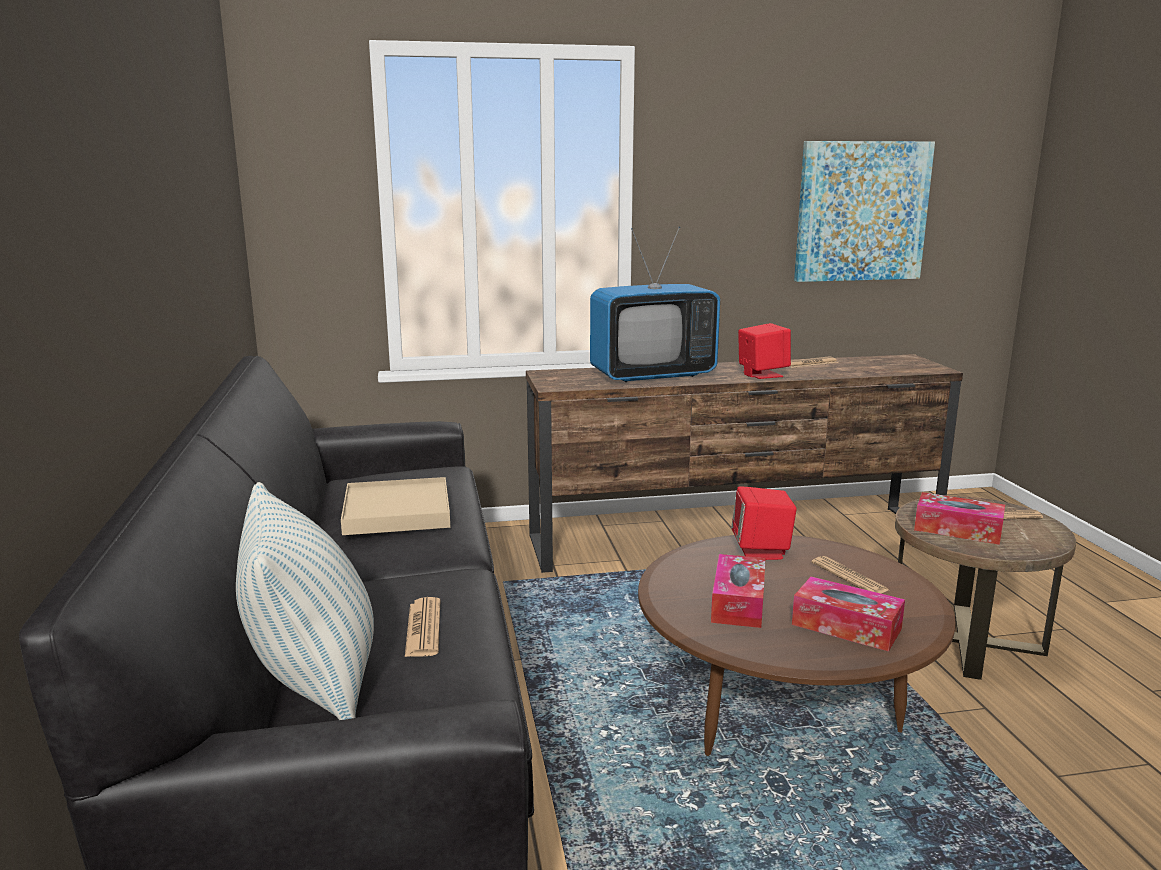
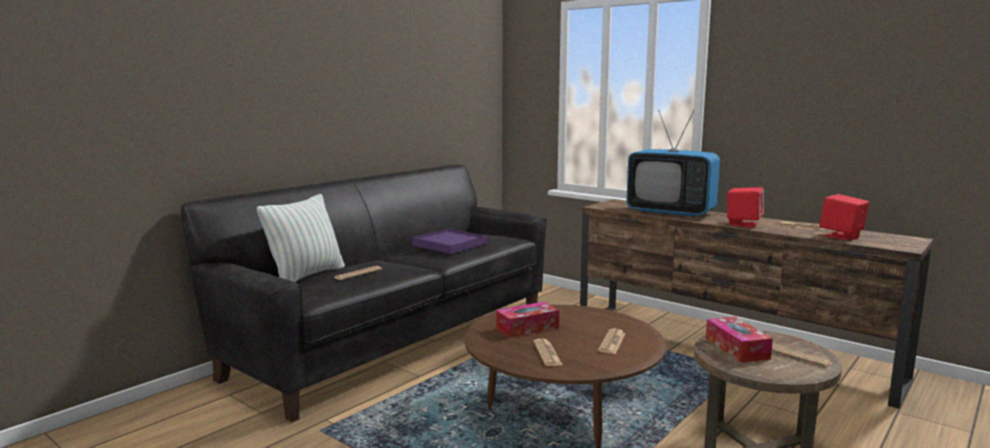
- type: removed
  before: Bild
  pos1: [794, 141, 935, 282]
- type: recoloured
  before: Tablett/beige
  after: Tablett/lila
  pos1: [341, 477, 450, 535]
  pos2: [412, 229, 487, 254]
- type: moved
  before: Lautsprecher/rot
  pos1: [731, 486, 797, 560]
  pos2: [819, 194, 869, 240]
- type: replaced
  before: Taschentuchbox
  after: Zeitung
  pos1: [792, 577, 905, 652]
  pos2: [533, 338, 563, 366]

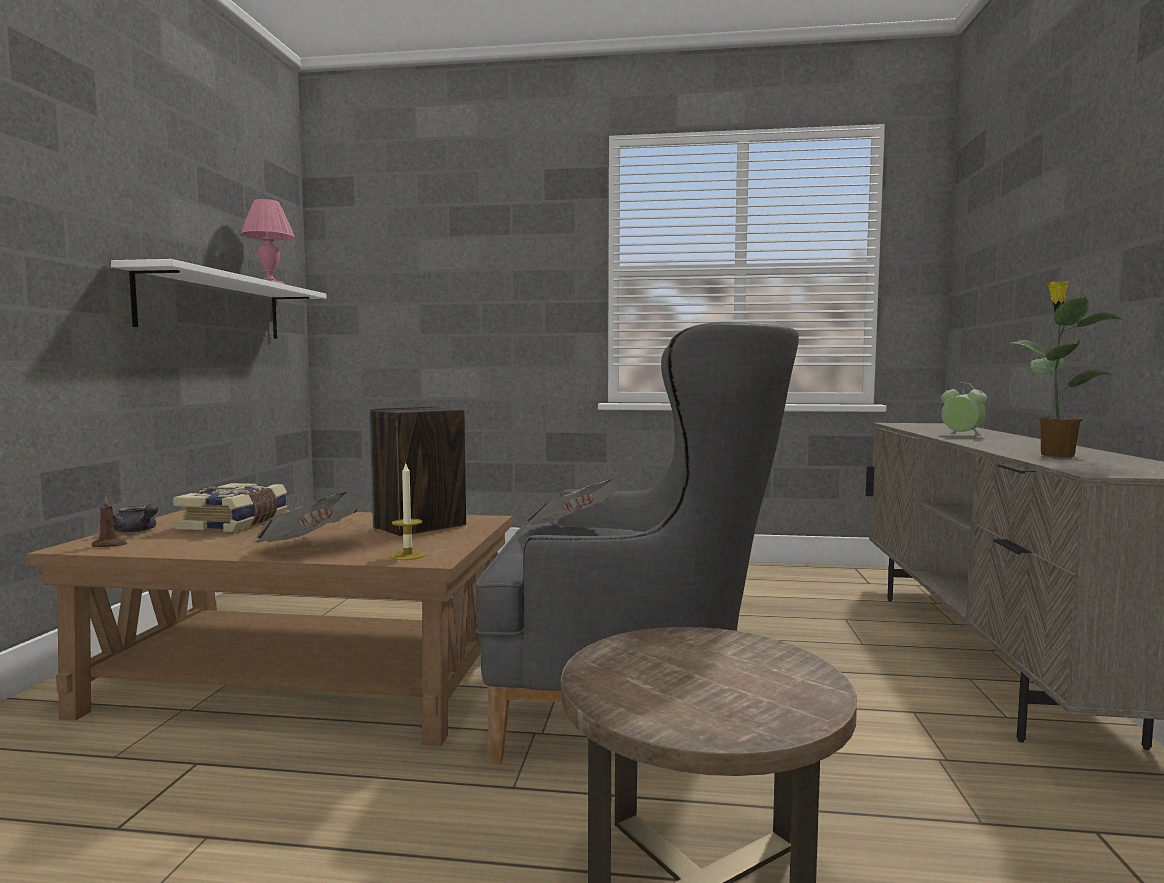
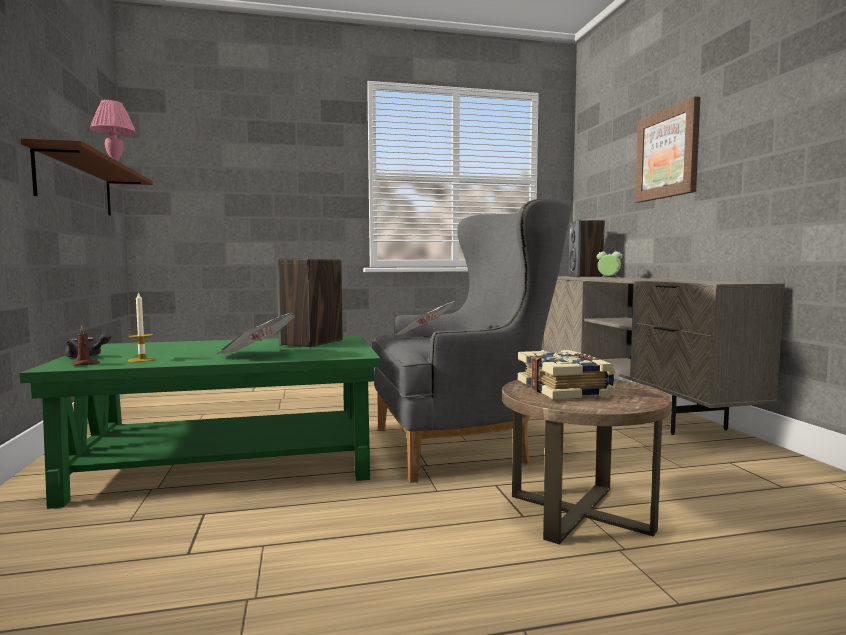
- type: recoloured
  before: Wandregal/weiß
  after: Wandregal/braun
  pos1: [111, 259, 327, 339]
  pos2: [20, 138, 153, 216]
- type: removed
  before: Topfpflanze
  pos1: [1011, 281, 1123, 457]
- type: moved
  before: Kerze
  pos1: [390, 464, 426, 560]
  pos2: [128, 292, 156, 362]
- type: moved
  before: Buch
  pos1: [173, 483, 288, 532]
  pos2: [518, 350, 615, 400]
- type: recoloured
  before: Couchtisch/braun
  after: Couchtisch/grün
  pos1: [27, 509, 512, 746]
  pos2: [19, 336, 381, 509]
- type: added
  after: Bild
  pos2: [635, 96, 700, 203]
- type: added
  after: Lautsprecher
  pos2: [568, 220, 605, 277]

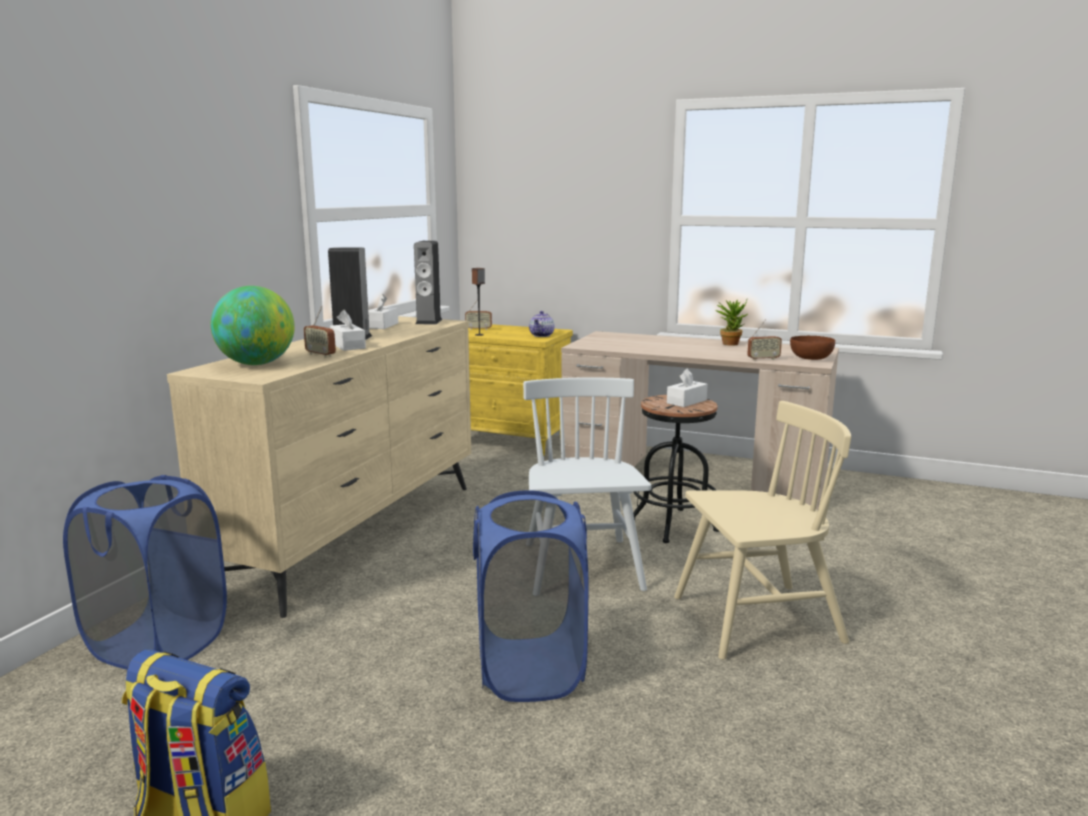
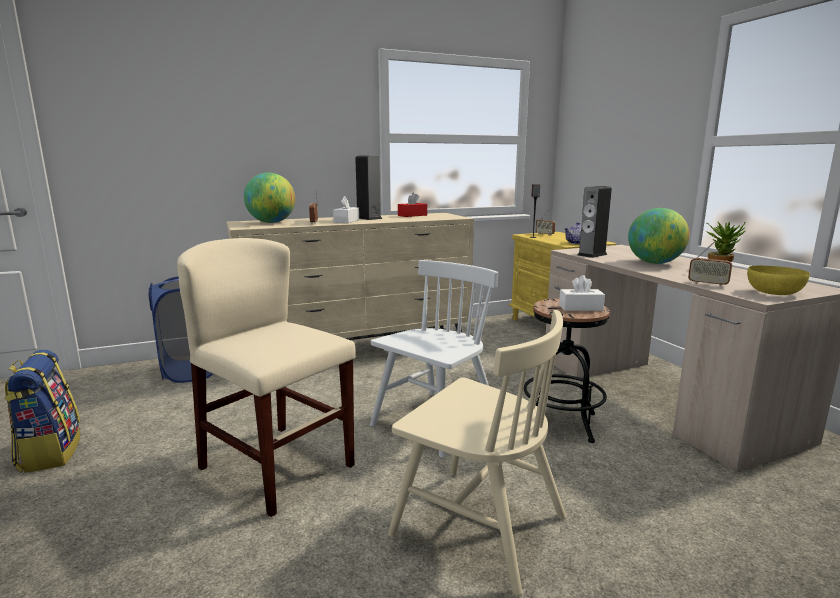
- type: moved
  before: Lautsprecher
  pos1: [414, 241, 442, 325]
  pos2: [578, 186, 612, 258]
- type: recoloured
  before: Taschentuchbox/weiß
  after: Taschentuchbox/rot
  pos1: [368, 294, 398, 329]
  pos2: [398, 193, 427, 217]
- type: recoloured
  before: Schüssel/braun
  after: Schüssel/gelb
  pos1: [790, 336, 835, 360]
  pos2: [747, 265, 810, 295]
- type: replaced
  before: Wäschekorb/blau
  after: Stuhl/beige
  pos1: [473, 490, 589, 702]
  pos2: [177, 238, 356, 517]
- type: added
  after: Globus
  pos2: [628, 208, 690, 264]

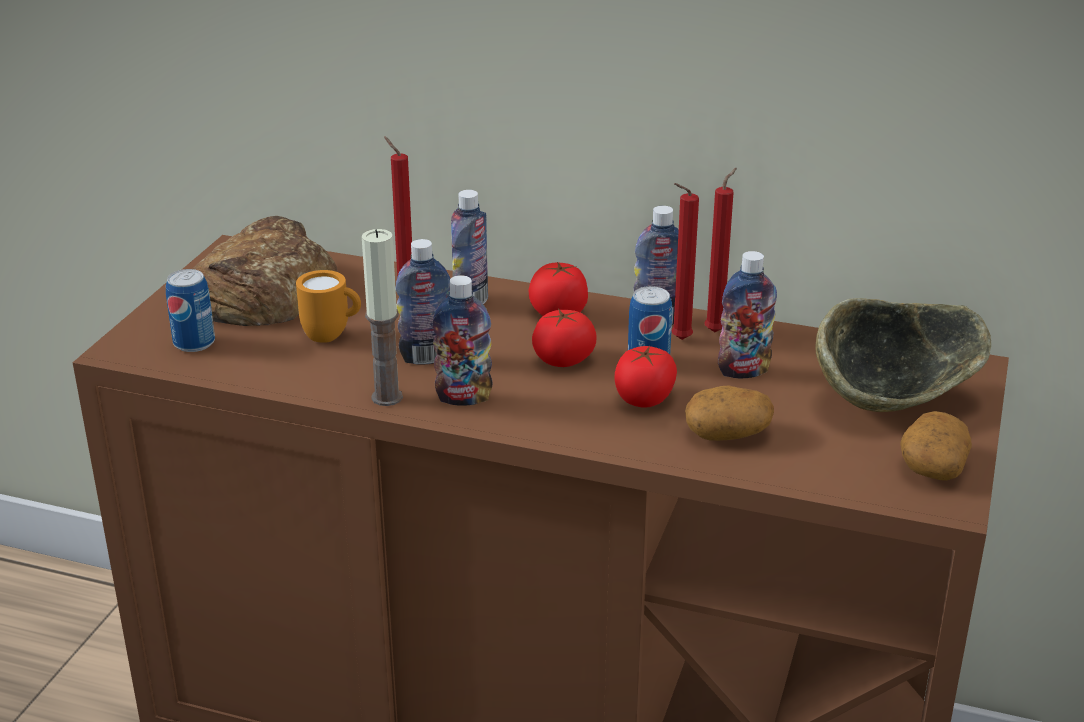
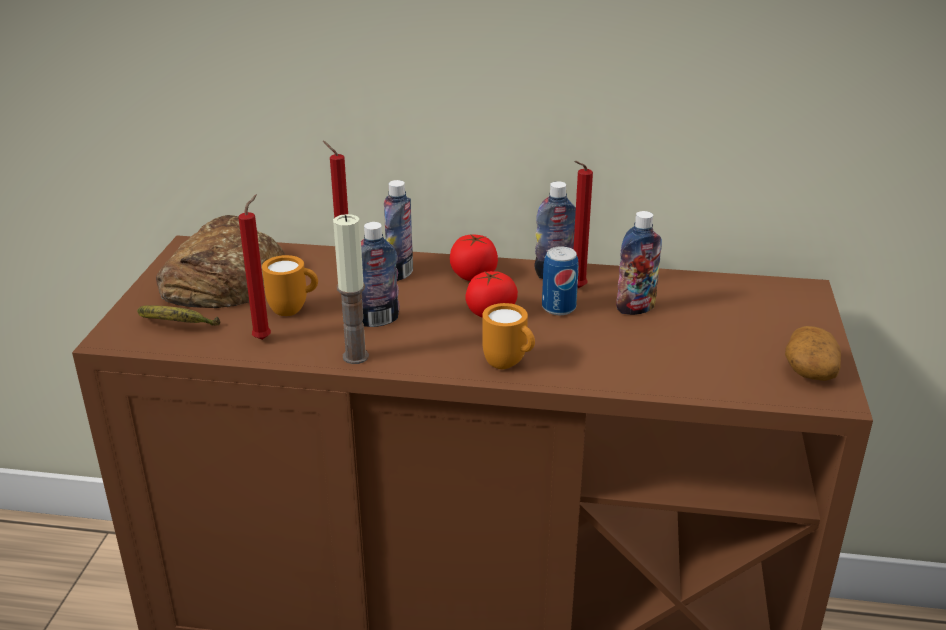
- type: moved
  before: Kerze/rot
  pos1: [705, 168, 737, 332]
  pos2: [238, 195, 271, 340]
- type: replaced
  before: Dose
  after: Banane
  pos1: [166, 269, 215, 352]
  pos2: [137, 305, 220, 326]
- type: removed
  before: Flasche
  pos1: [432, 275, 492, 406]
- type: removed
  before: Schüssel
  pos1: [815, 298, 991, 412]
- type: removed
  before: Tomate
  pos1: [615, 346, 677, 408]
- type: removed
  before: Kartoffel
  pos1: [685, 385, 774, 441]
- type: added
  after: Henkelbecher/orange
  pos2: [482, 303, 535, 369]

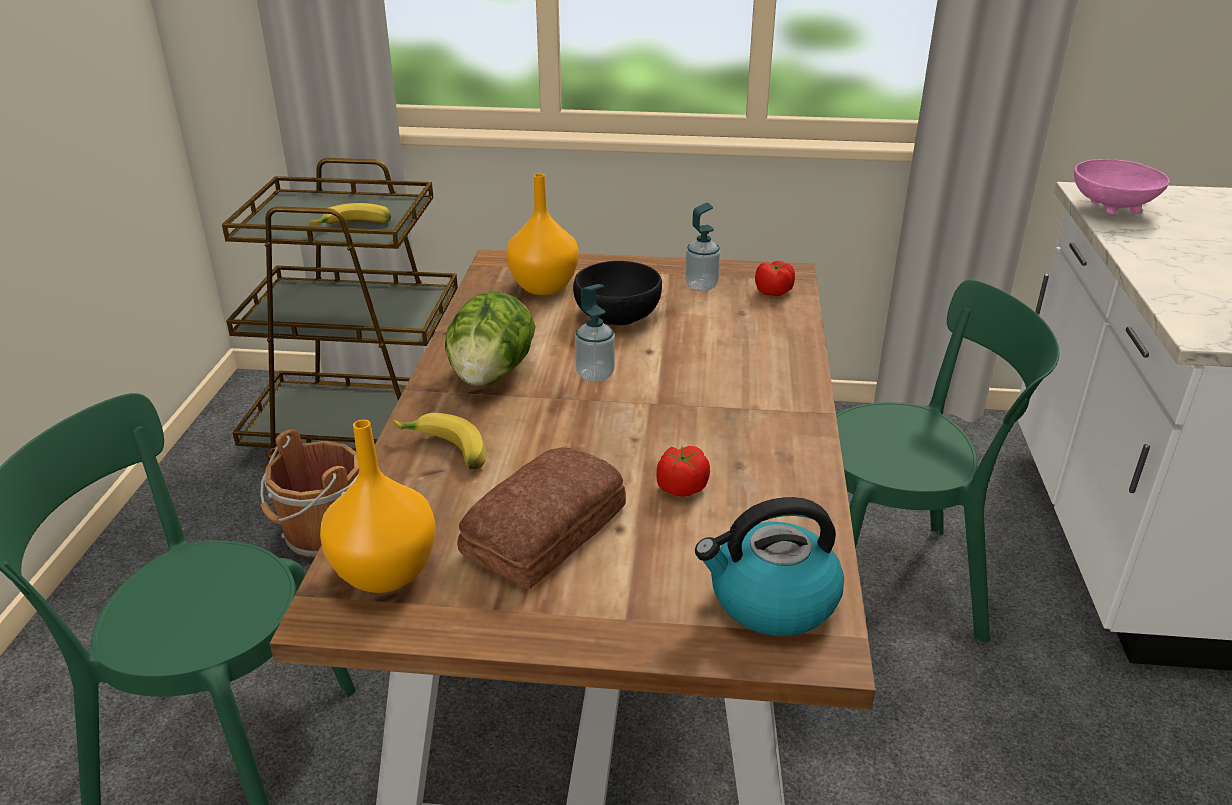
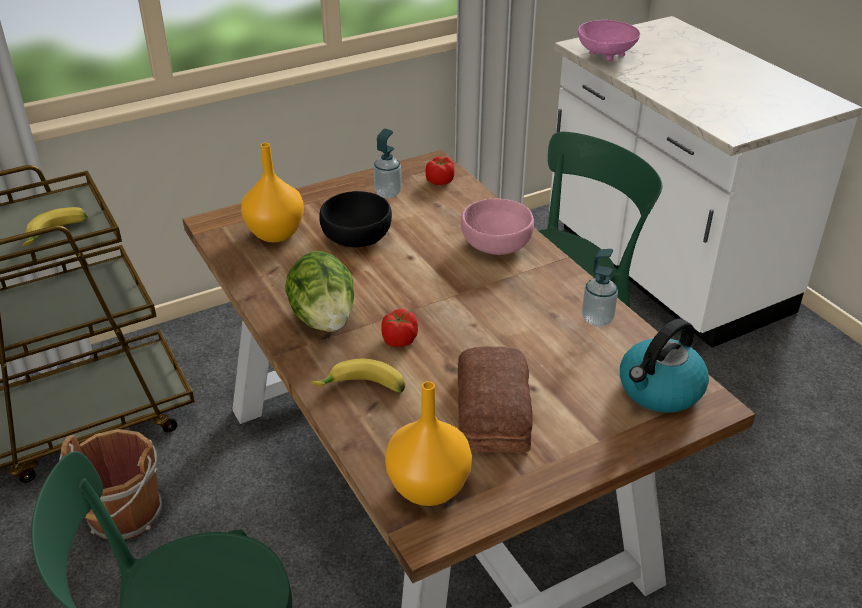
- type: moved
  before: Seifenspender
  pos1: [575, 284, 615, 382]
  pos2: [582, 249, 618, 327]
- type: moved
  before: Tomate
  pos1: [657, 446, 710, 497]
  pos2: [381, 309, 418, 347]
- type: added
  after: Schüssel/rosa
  pos2: [461, 199, 534, 255]

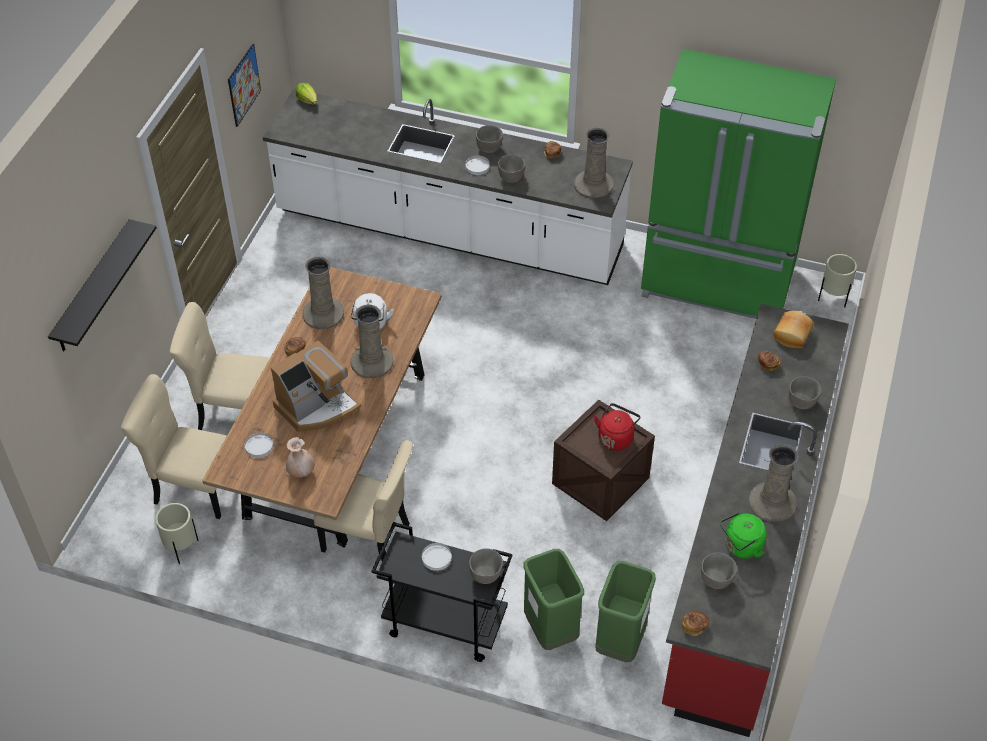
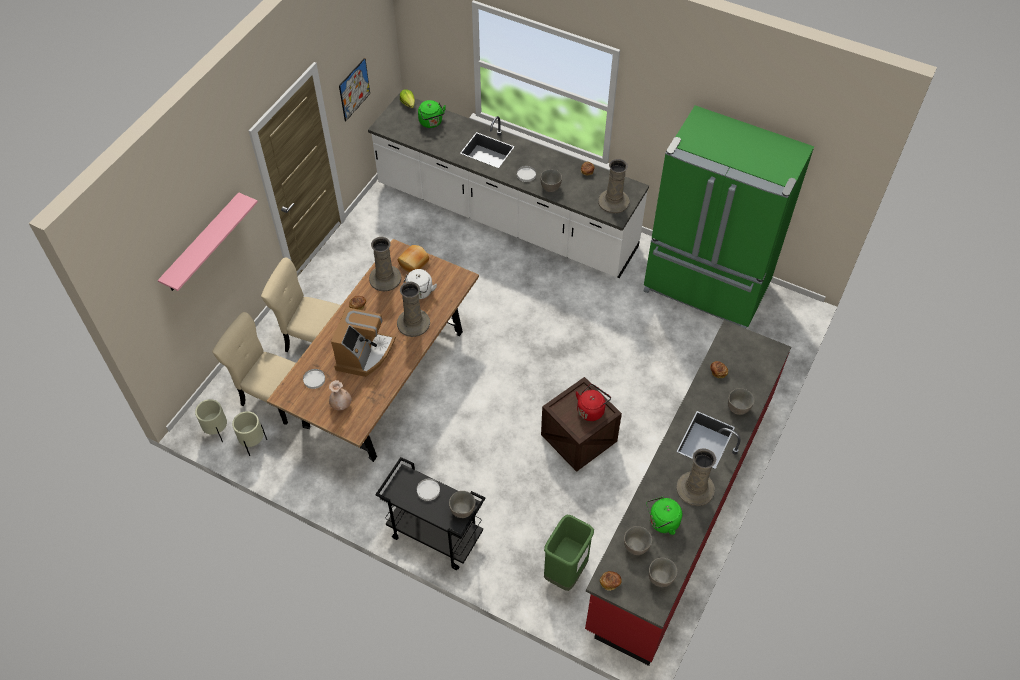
- type: moved
  before: Schüssel/grau
  pos1: [476, 125, 503, 153]
  pos2: [649, 558, 677, 587]
- type: recoloured
  before: Wandregal/schwarz
  after: Wandregal/rosa
  pos1: [48, 219, 157, 351]
  pos2: [158, 192, 258, 291]
- type: moved
  before: Pflanzkübel/beige
  pos1: [818, 254, 857, 307]
  pos2: [195, 399, 227, 442]
- type: moved
  before: Brot
  pos1: [774, 311, 814, 349]
  pos2: [398, 245, 429, 272]
- type: turned
  before: Kaffeemaschine
  pos1: [271, 340, 361, 432]
  pos2: [331, 307, 396, 377]
  turn: -45
- type: removed
  before: Stuhl/beige
  pos1: [314, 440, 413, 562]
- type: removed
  before: Mülleimer/grün
  pos1: [523, 549, 584, 650]
- type: added
  after: Wasserkessel/grün
  pos2: [418, 100, 446, 128]

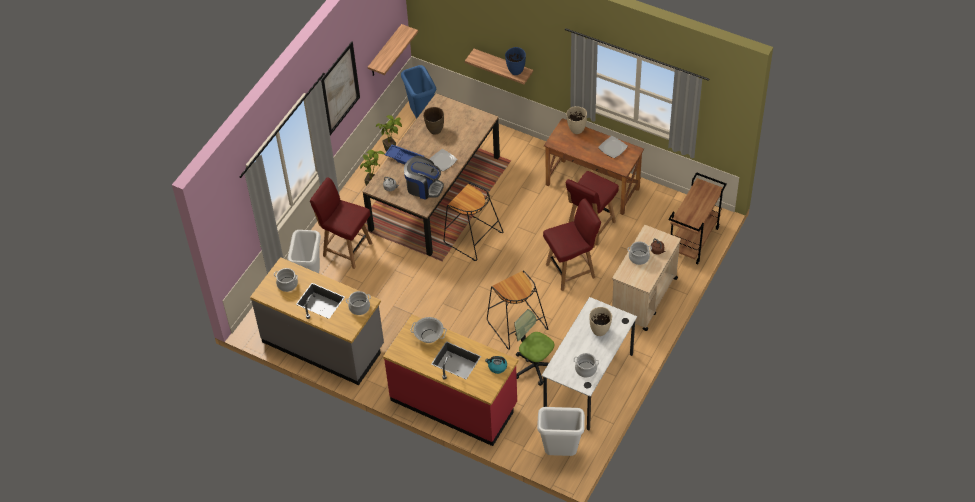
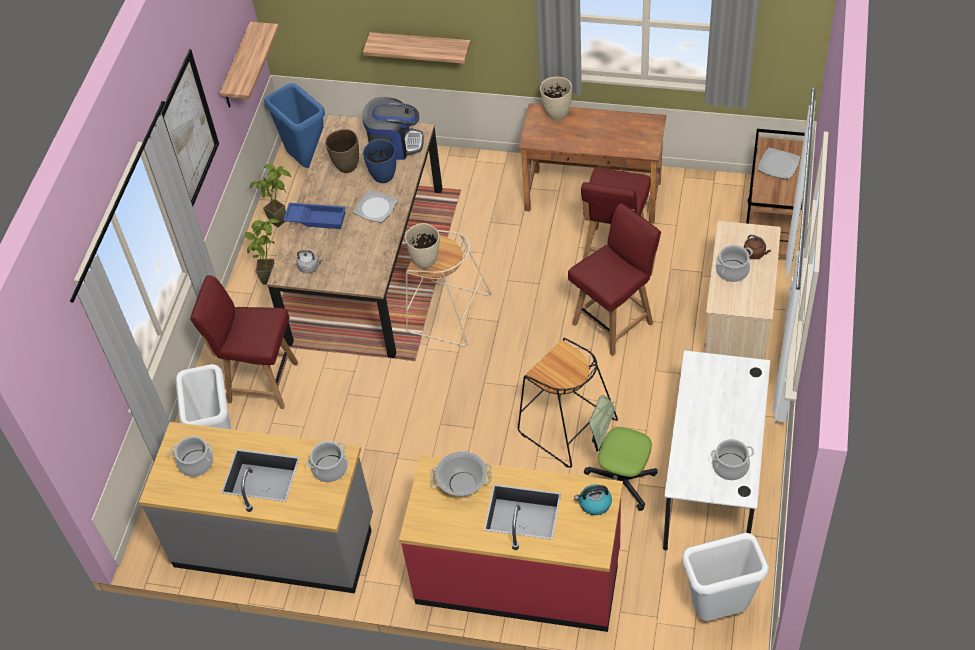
- type: moved
  before: Vase/blau
  pos1: [505, 47, 526, 75]
  pos2: [363, 139, 396, 183]
- type: moved
  before: Teller
  pos1: [598, 136, 628, 158]
  pos2: [758, 148, 800, 179]
- type: moved
  before: Kaffeemaschine
  pos1: [404, 156, 444, 200]
  pos2: [362, 97, 424, 160]
- type: recoloured
  before: Hocker/schwarz
  after: Hocker/beige
  pos1: [444, 183, 503, 261]
  pos2: [406, 230, 491, 347]
- type: moved
  before: Vase/beige
  pos1: [589, 307, 612, 336]
  pos2: [405, 223, 439, 269]

